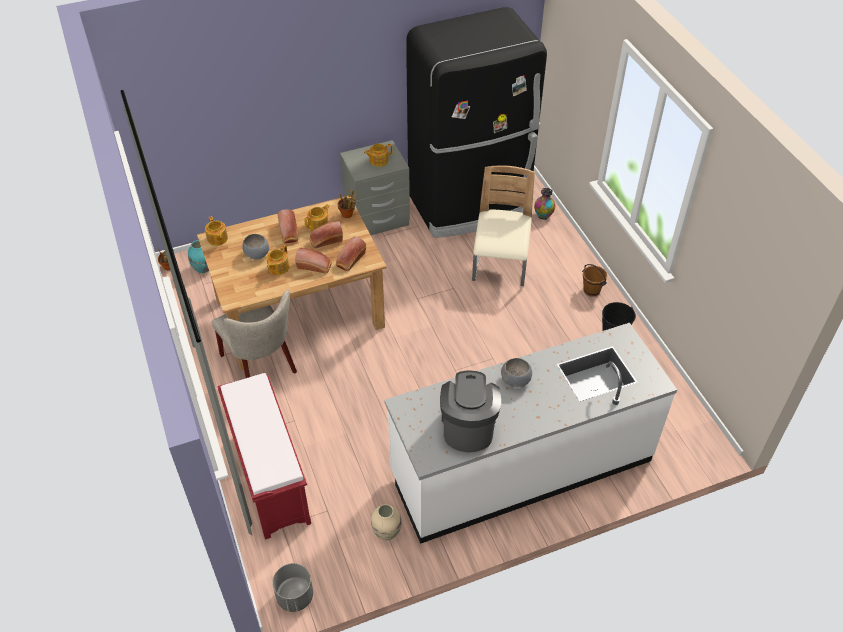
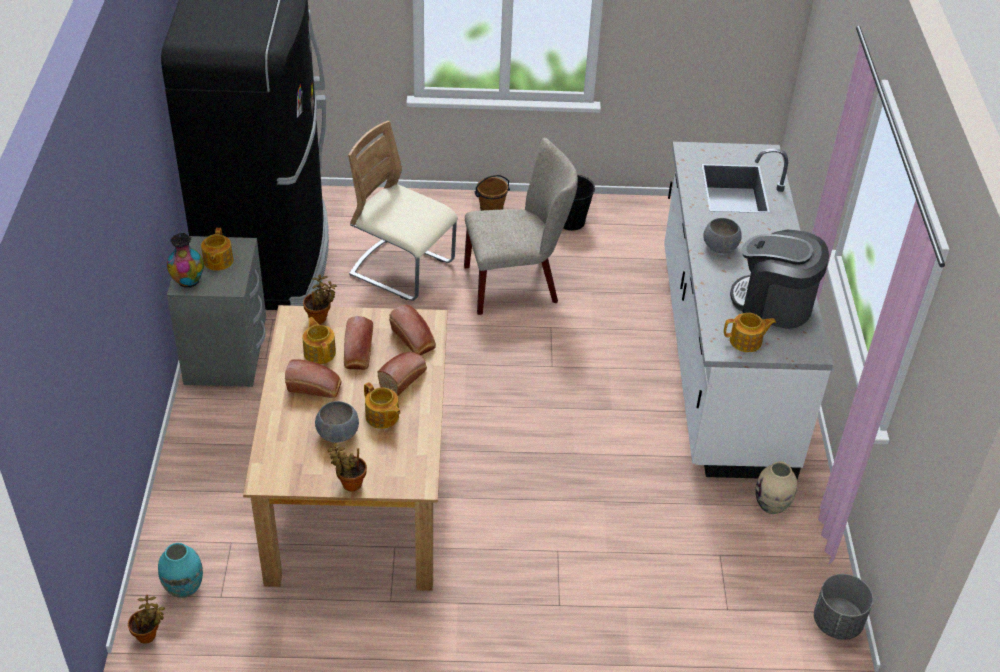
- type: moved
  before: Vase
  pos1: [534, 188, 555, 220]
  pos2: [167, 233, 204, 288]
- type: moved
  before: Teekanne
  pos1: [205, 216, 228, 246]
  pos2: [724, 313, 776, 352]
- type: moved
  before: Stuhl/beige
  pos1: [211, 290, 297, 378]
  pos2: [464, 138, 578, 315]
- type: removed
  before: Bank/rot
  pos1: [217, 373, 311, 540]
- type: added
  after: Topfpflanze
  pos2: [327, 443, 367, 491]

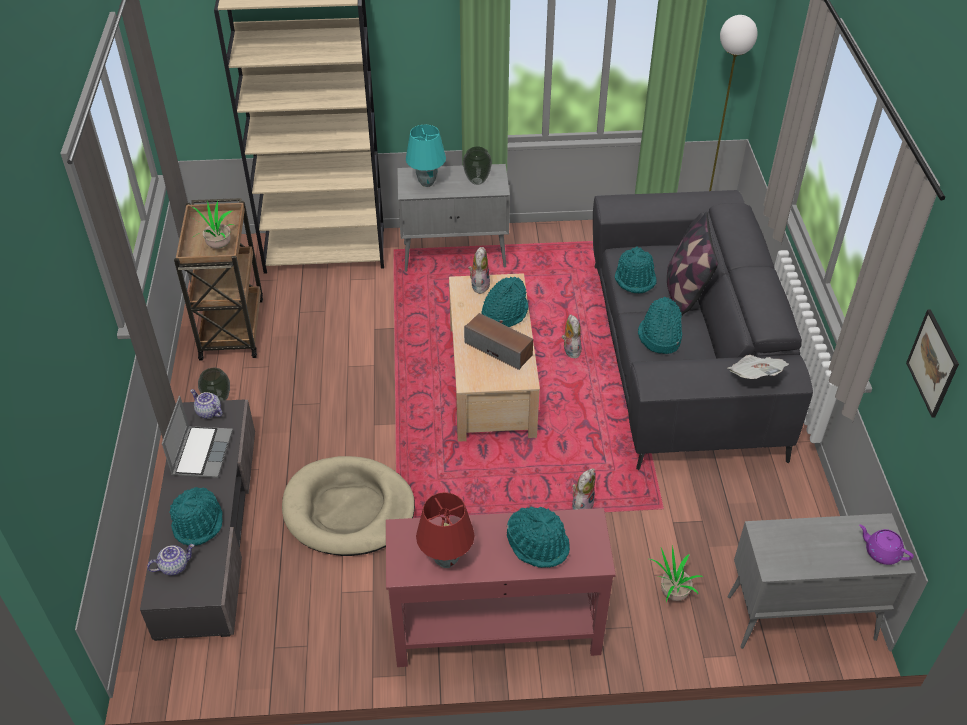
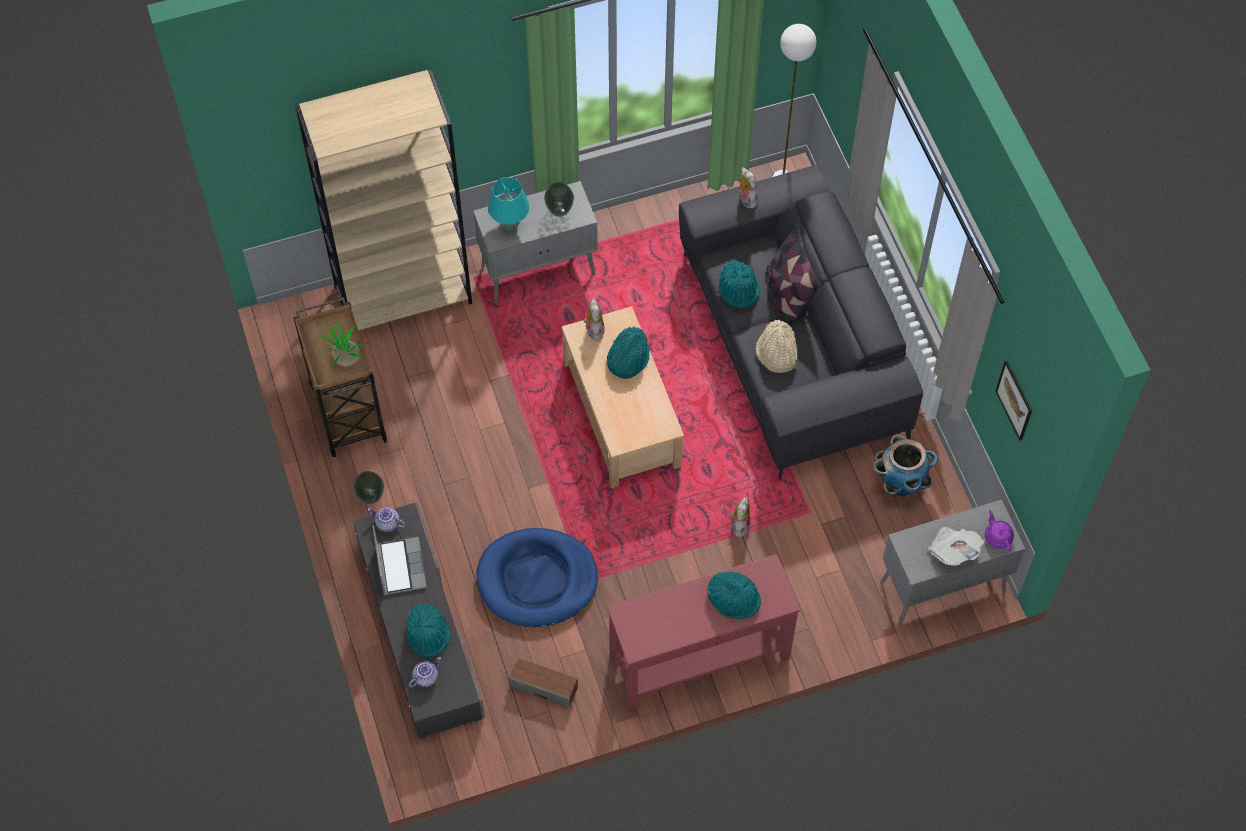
- type: recoloured
  before: Hut/türkis
  after: Hut/beige
  pos1: [638, 297, 682, 354]
  pos2: [756, 320, 797, 373]
- type: moved
  before: Lautsprecher
  pos1: [464, 313, 533, 370]
  pos2: [508, 658, 578, 708]
- type: moved
  before: Plüschtier
  pos1: [562, 314, 582, 358]
  pos2: [738, 167, 758, 208]
- type: moved
  before: Zeitung
  pos1: [727, 355, 789, 379]
  pos2: [928, 527, 984, 566]
- type: recoloured
  before: Hundebett/beige
  after: Hundebett/blau
  pos1: [282, 456, 415, 556]
  pos2: [476, 528, 598, 627]
- type: removed
  before: Tischlampe/rot
  pos1: [416, 492, 475, 568]
- type: turned
  before: Teekanne/lila
  pos1: [859, 524, 914, 565]
  pos2: [985, 510, 1014, 551]
  turn: 45
- type: removed
  before: Topfpflanze
  pos1: [650, 545, 704, 602]
- type: added
  after: Pflanzkübel
  pos2: [873, 434, 937, 496]

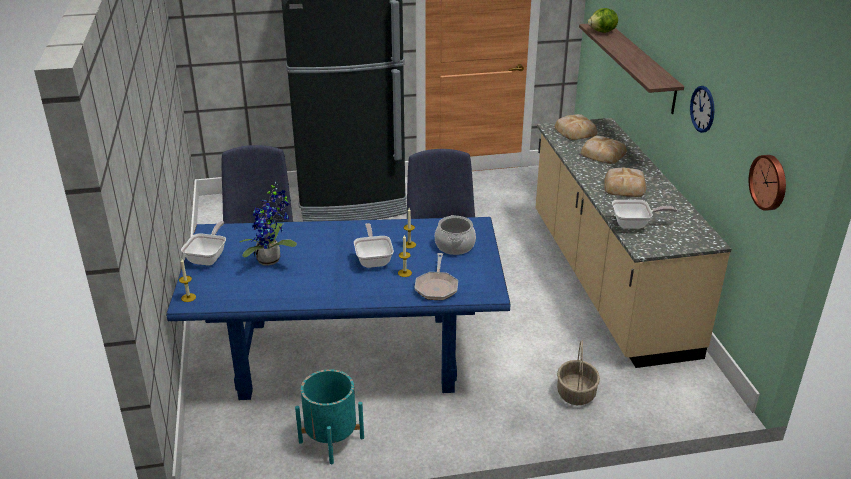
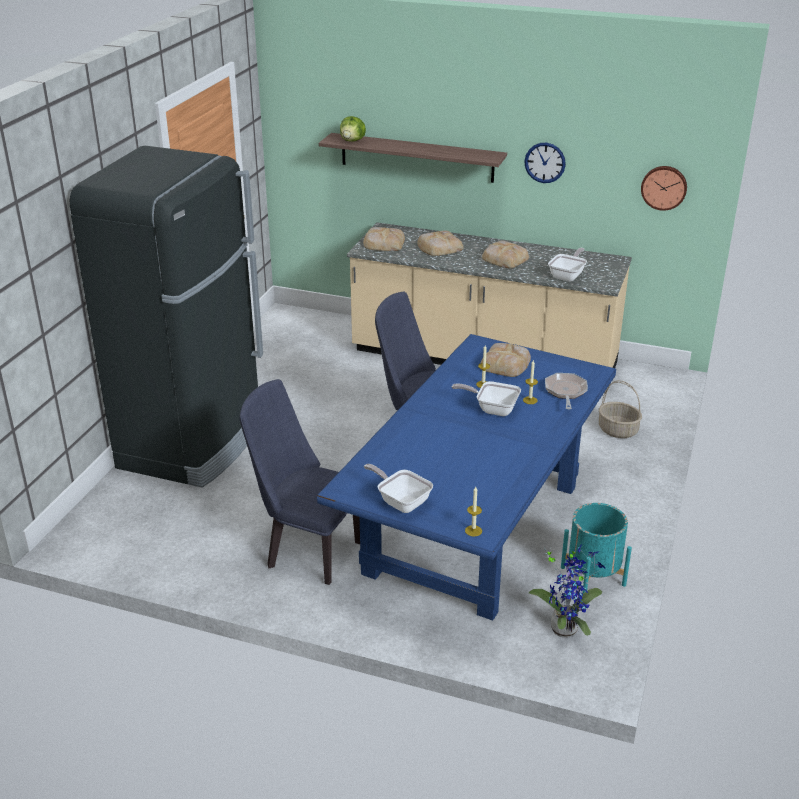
- type: moved
  before: Topfpflanze
  pos1: [239, 182, 297, 266]
  pos2: [529, 544, 605, 638]
- type: replaced
  before: Kochtopf
  after: Brot
  pos1: [435, 215, 476, 255]
  pos2: [480, 343, 531, 377]
- type: turned
  before: Pfanne
  pos1: [415, 253, 458, 300]
  pos2: [545, 373, 588, 409]
  turn: -120

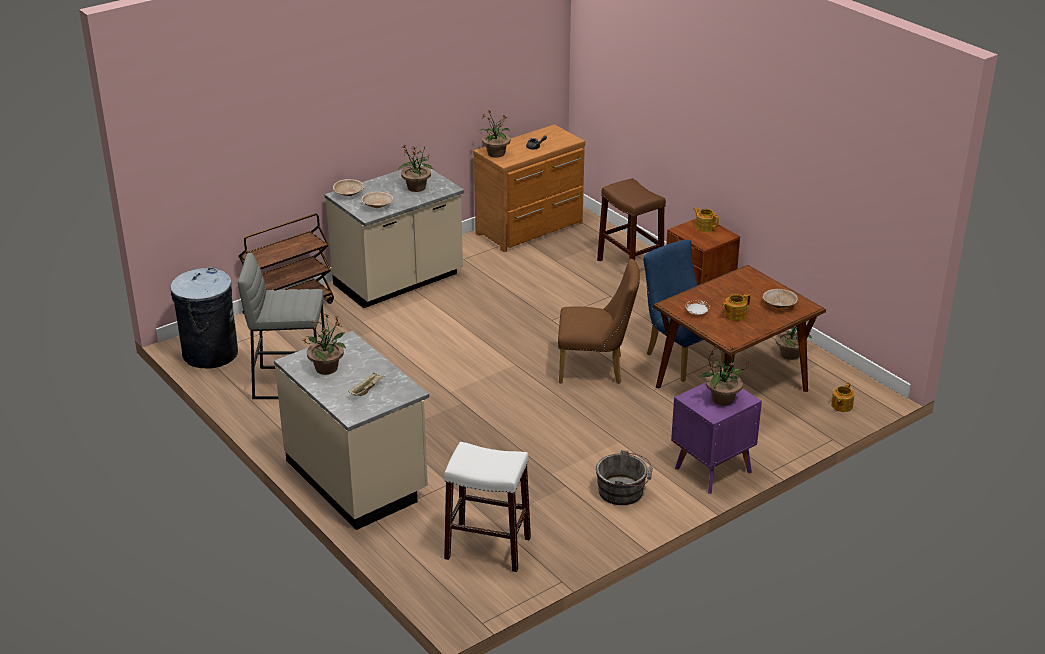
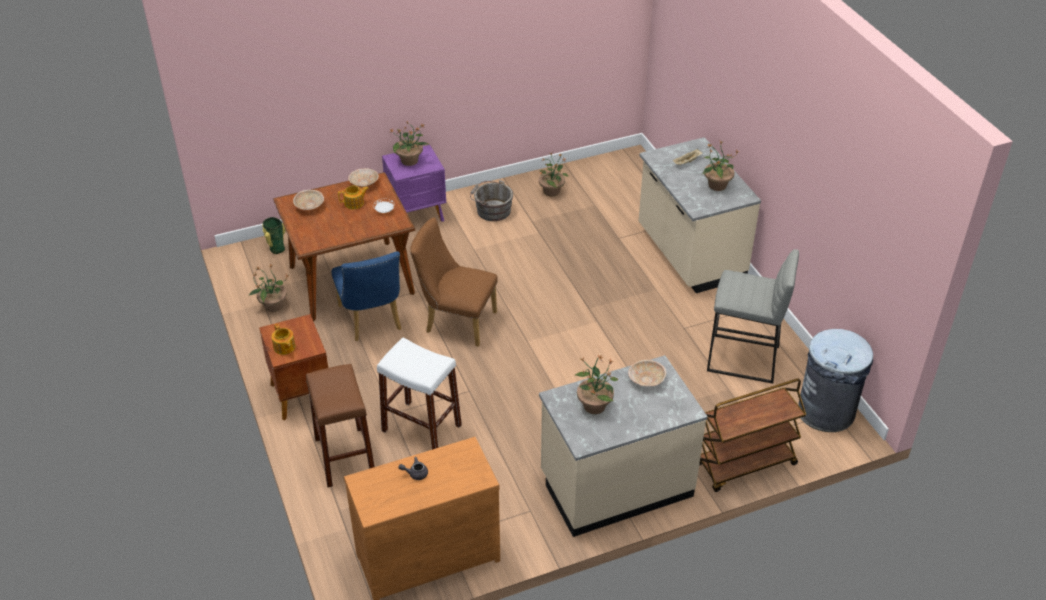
- type: moved
  before: Topfpflanze
  pos1: [478, 110, 510, 158]
  pos2: [539, 153, 569, 196]
- type: moved
  before: Schüssel/beige
  pos1: [333, 179, 364, 196]
  pos2: [348, 168, 379, 187]
- type: replaced
  before: Teekanne
  after: Vase
  pos1: [831, 382, 855, 412]
  pos2: [262, 217, 286, 254]
- type: moved
  before: Hocker/weiß
  pos1: [444, 442, 531, 572]
  pos2: [377, 338, 462, 450]

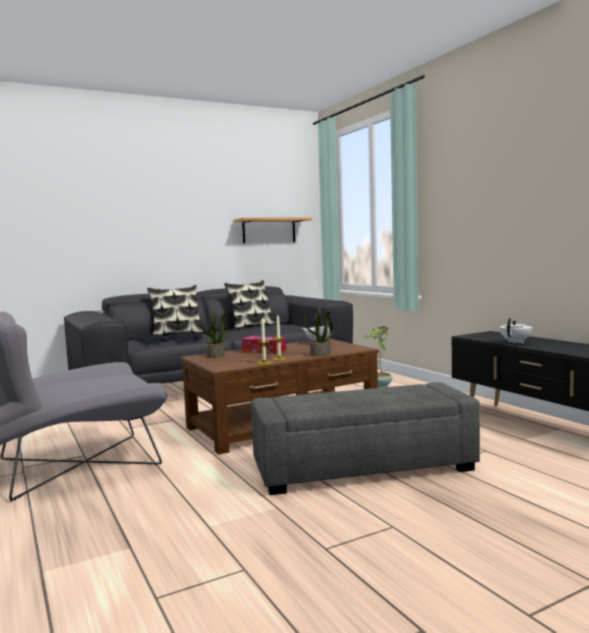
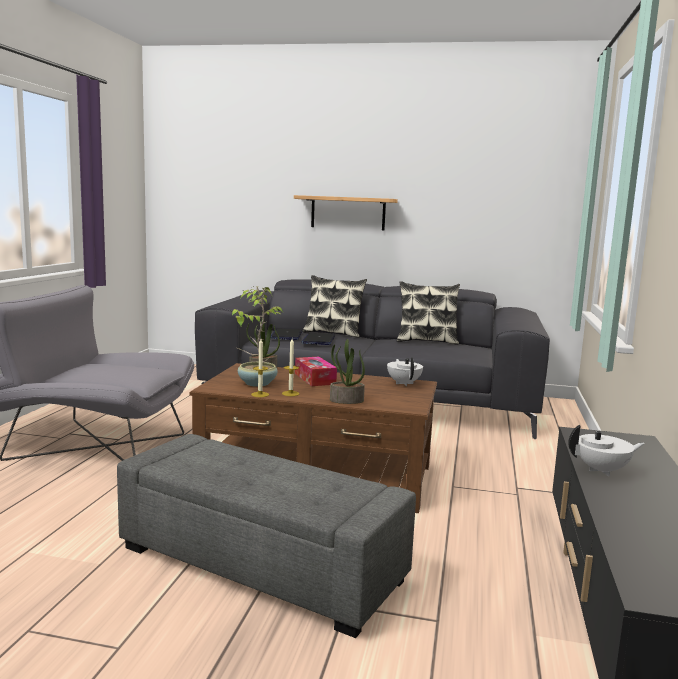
- type: moved
  before: Wandregal
  pos1: [234, 217, 312, 244]
  pos2: [294, 195, 398, 230]
- type: moved
  before: Topfpflanze
  pos1: [364, 326, 392, 387]
  pos2: [232, 286, 283, 387]

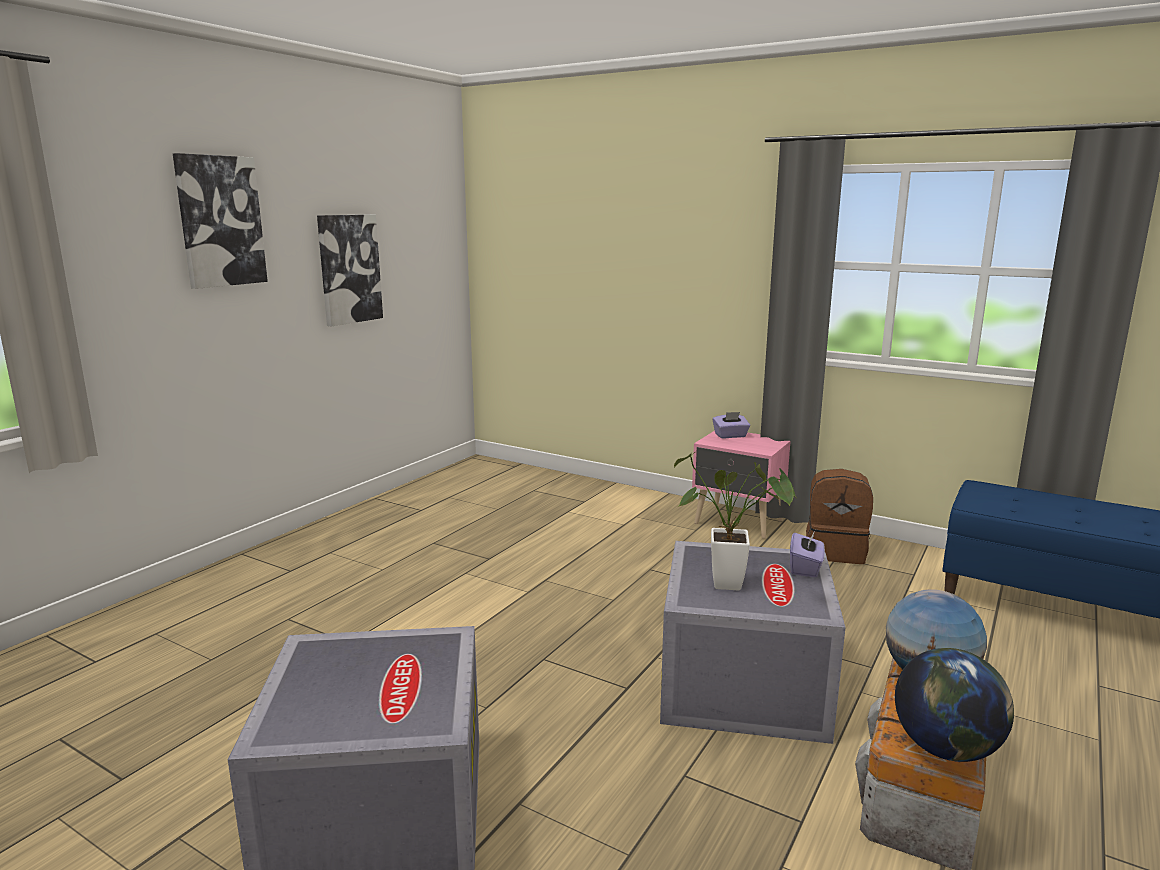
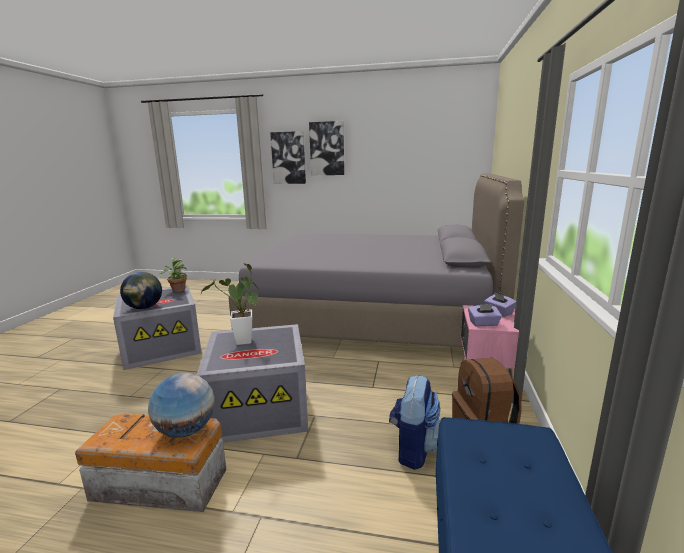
- type: moved
  before: Bild
  pos1: [317, 214, 383, 327]
  pos2: [270, 131, 306, 184]
- type: moved
  before: Taschentuchbox/lila
  pos1: [790, 533, 825, 578]
  pos2: [468, 304, 502, 327]
- type: moved
  before: Globus
  pos1: [895, 648, 1014, 762]
  pos2: [120, 272, 162, 309]
- type: added
  after: Bett/grau
  pos2: [229, 173, 524, 347]
- type: added
  after: Topfpflanze
  pos2: [159, 258, 187, 292]
- type: added
  after: Rucksack
  pos2: [389, 376, 441, 470]

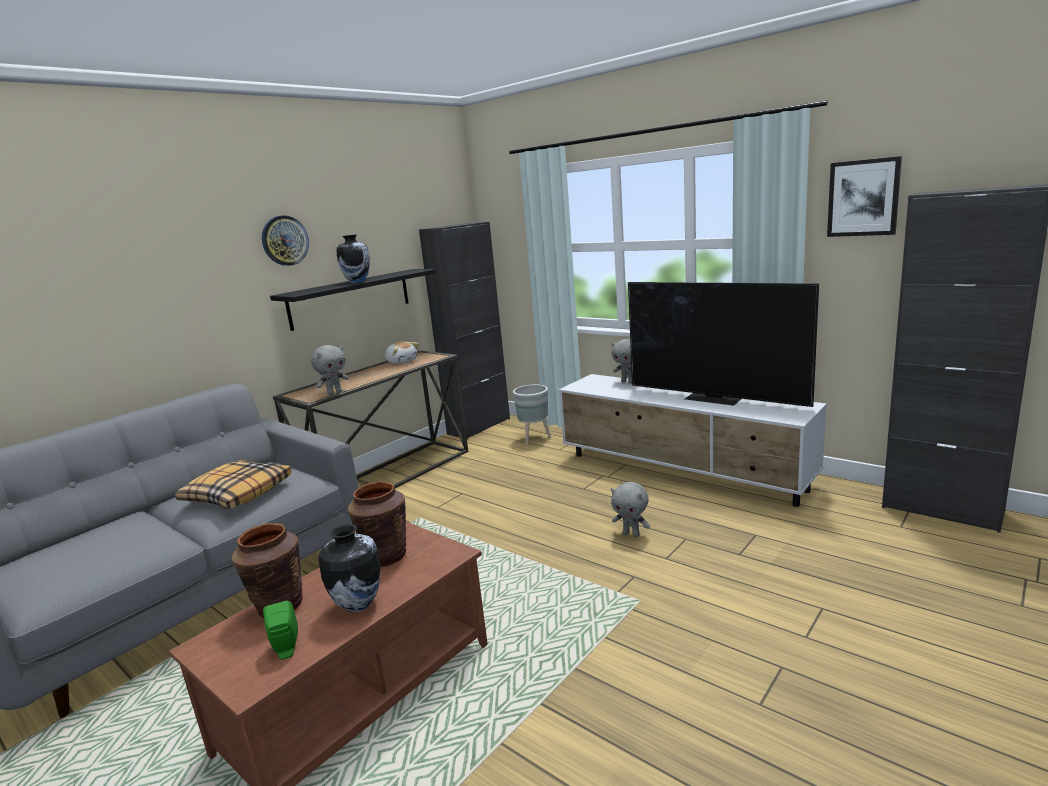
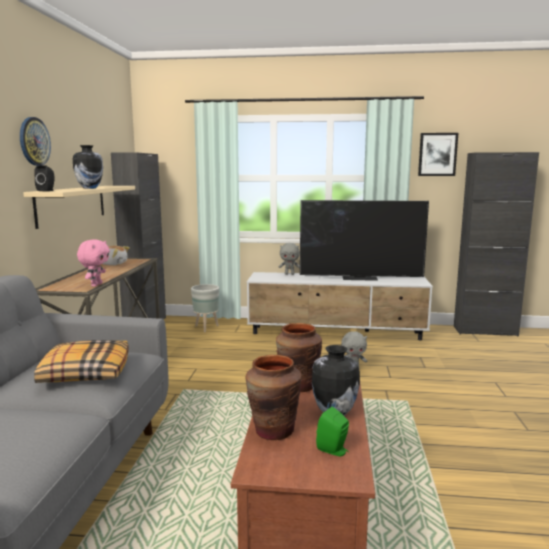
- type: recoloured
  before: Wandregal/schwarz
  after: Wandregal/beige
  pos1: [270, 269, 436, 331]
  pos2: [23, 186, 135, 229]
- type: recoloured
  before: Plüschtier/grau
  after: Plüschtier/rosa
  pos1: [311, 345, 349, 395]
  pos2: [77, 239, 110, 287]
- type: added
  after: Lautsprecher/schwarz
  pos2: [34, 165, 54, 191]

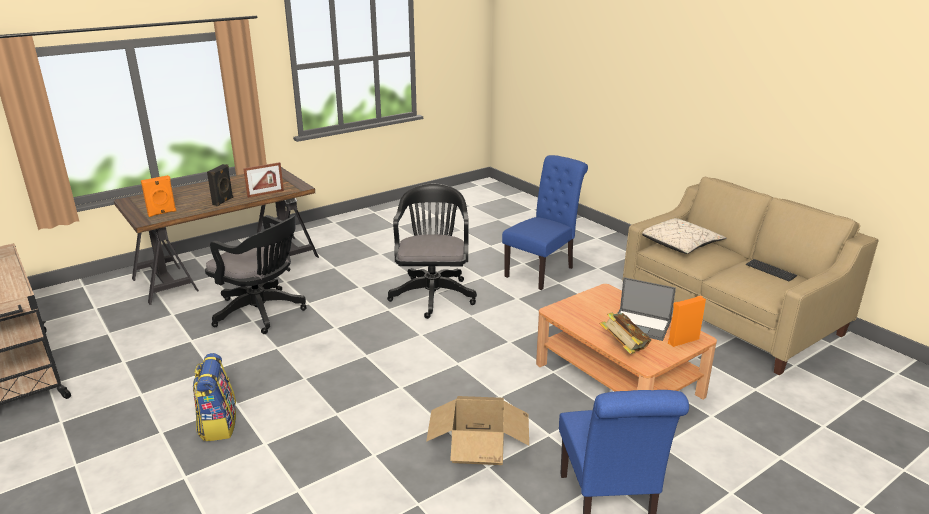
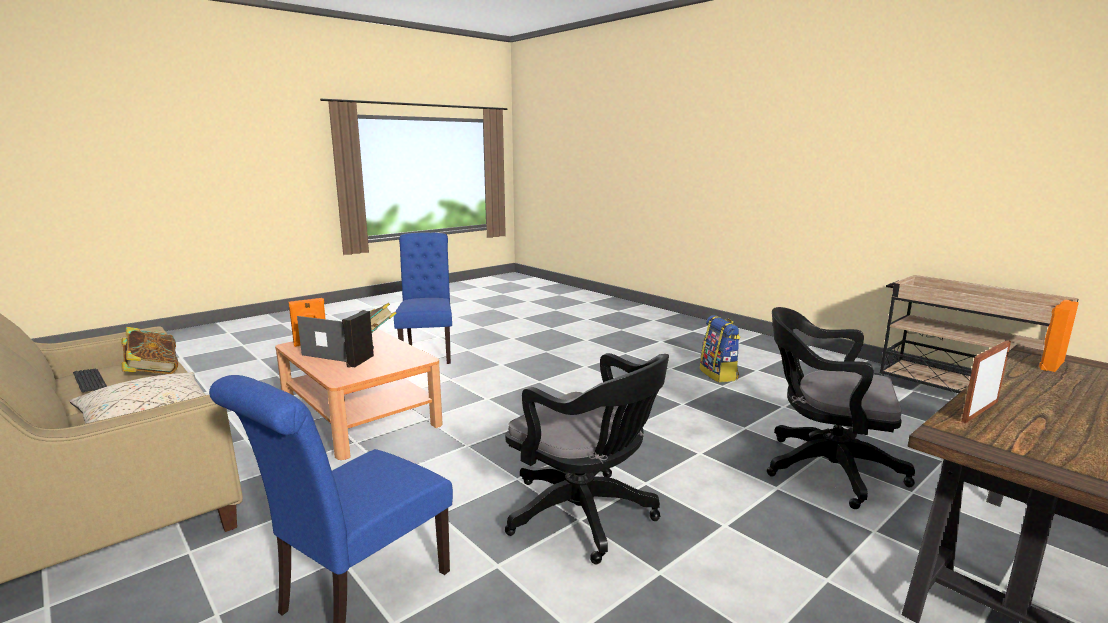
- type: moved
  before: Lautsprecher/schwarz
  pos1: [207, 164, 233, 206]
  pos2: [342, 310, 374, 368]
- type: turned
  before: Bürostuhl/schwarz
  pos1: [387, 184, 477, 319]
  pos2: [505, 353, 669, 564]
  turn: -45
- type: removed
  before: Karton
  pos1: [426, 396, 529, 465]
- type: added
  after: Buch
  pos2: [121, 327, 178, 374]

